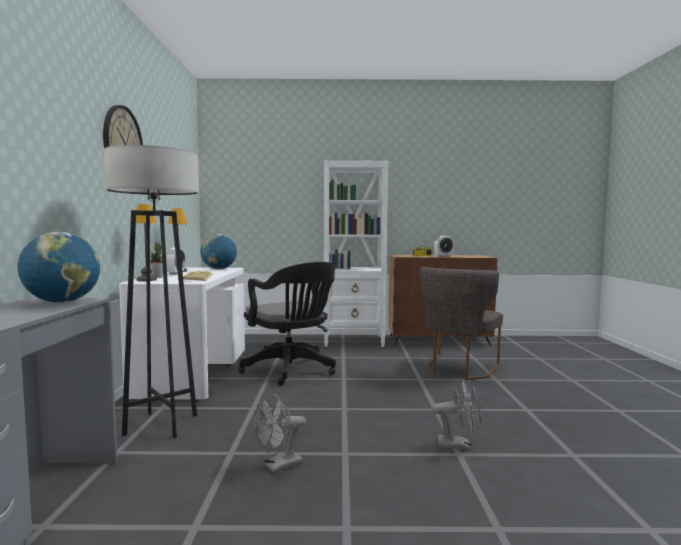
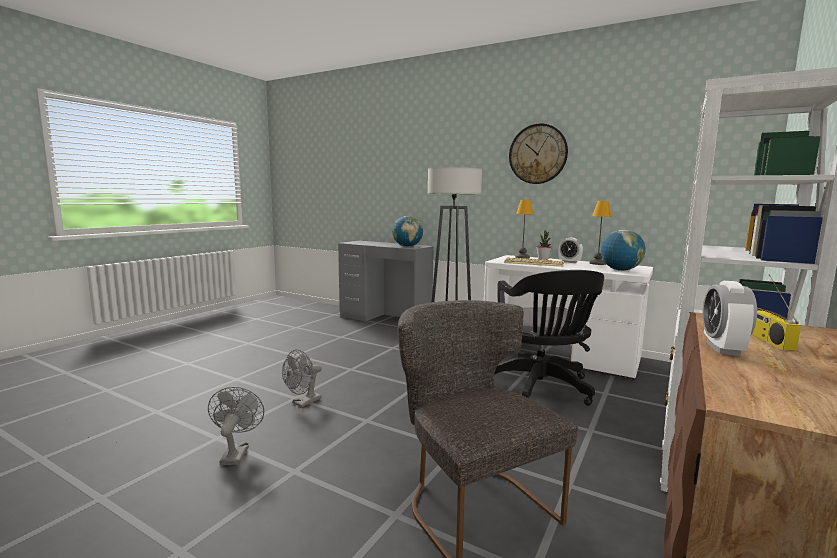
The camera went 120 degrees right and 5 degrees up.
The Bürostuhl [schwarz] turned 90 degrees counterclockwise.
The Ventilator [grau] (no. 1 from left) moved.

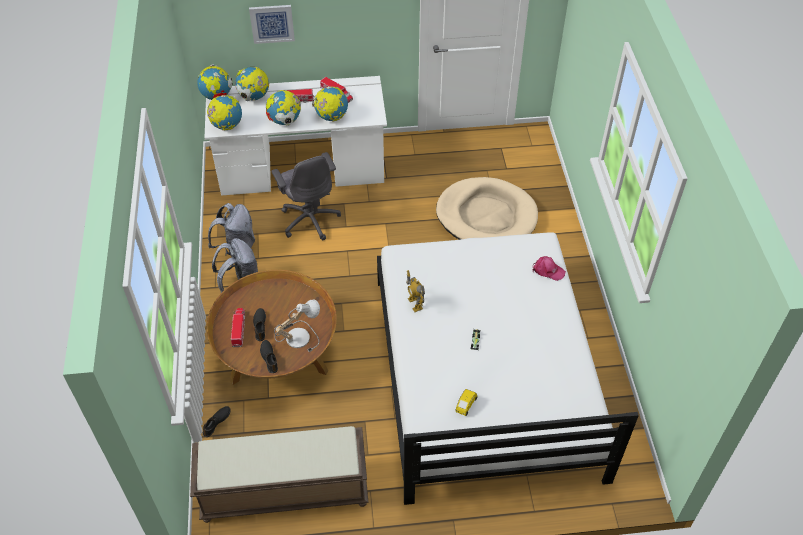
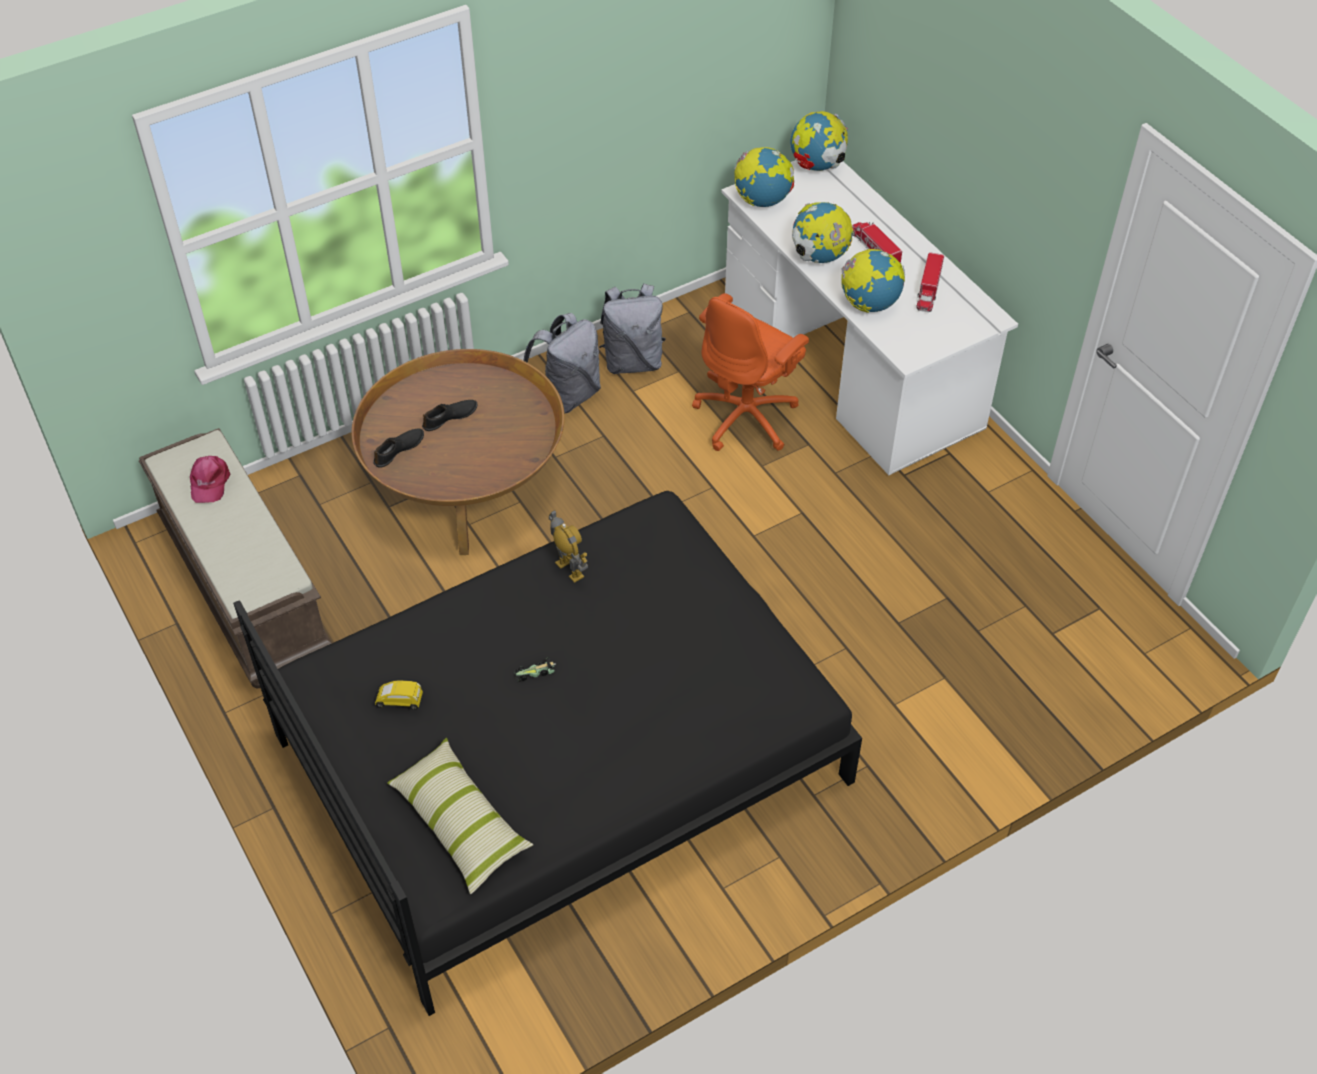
The camera went 65 degrees right and 0 degrees up.
The Bild disappeared.
The Globus (no. 3 from left) disappeared.
The Bürostuhl [grau] became the Bürostuhl [orange].
The Hundebett [beige] disappeared.
The Bett [weiß] became the Bett [schwarz].
The Kappe [rosa] moved.
The Spielzeugroboter turned 105 degrees clockwise.
The Tischlampe disappeared.
The Spielzeuglaster (no. 1 from left) disappeared.
The Schuh [schwarz] (no. 1 from left) disappeared.
The Kissen appeared.

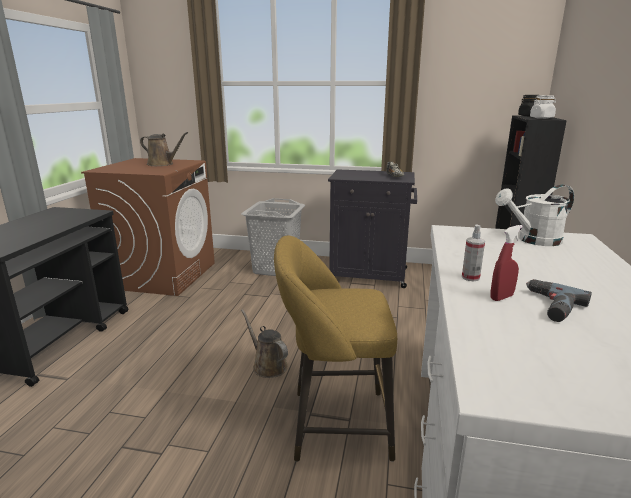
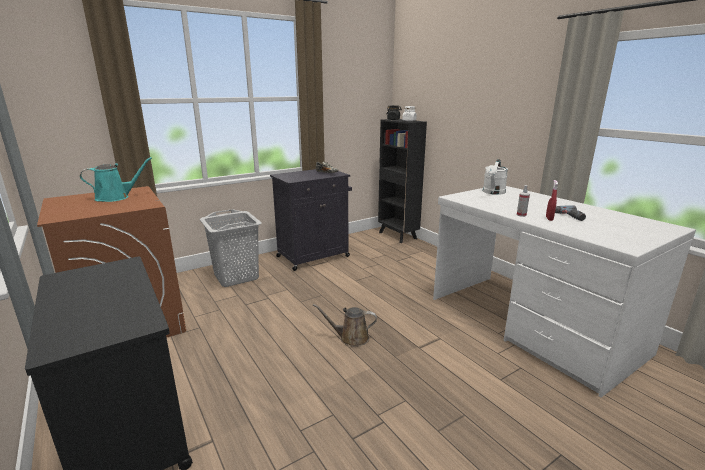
The camera went 45 degrees left and 0 degrees up.
The Gießkanne [braun] (no. 1 from left) became the Gießkanne [türkis].
The Hocker [gelb] disappeared.

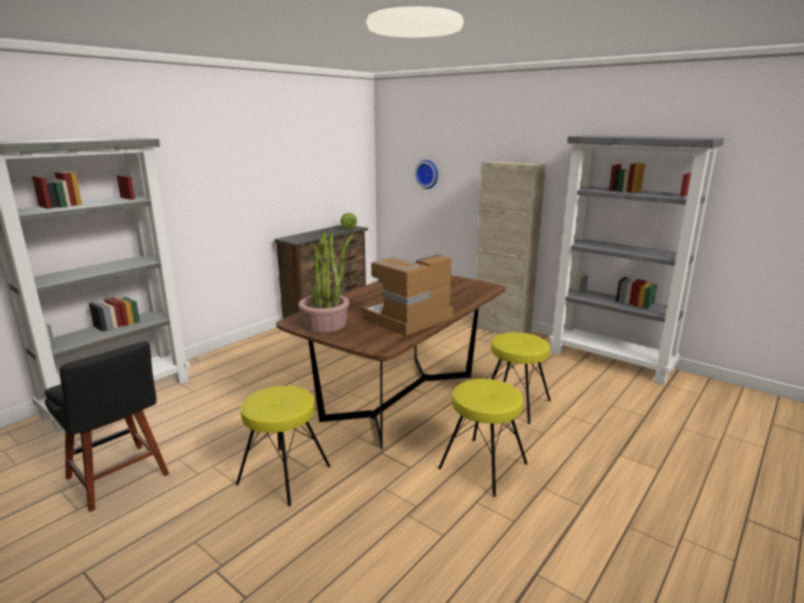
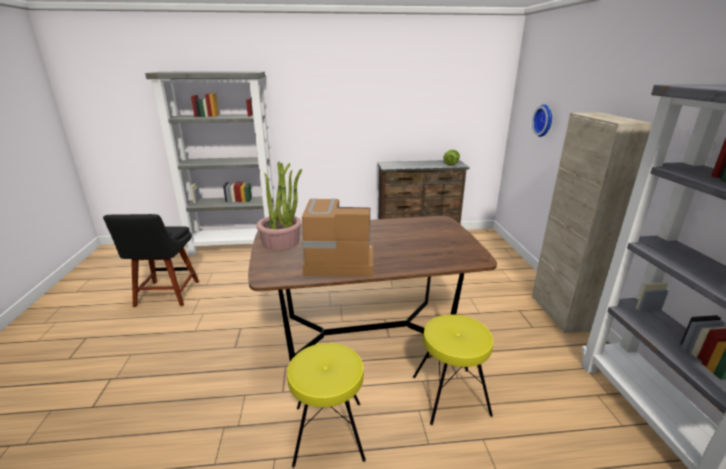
The camera went 45 degrees right and 5 degrees up.
The Hocker [gelb] (no. 1 from left) disappeared.

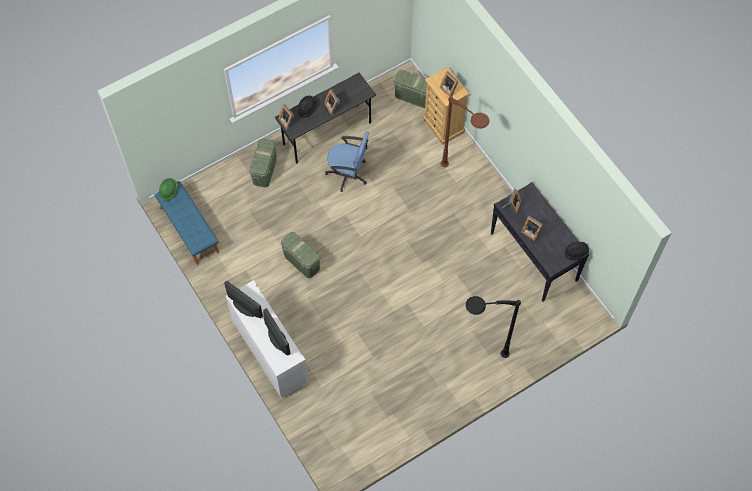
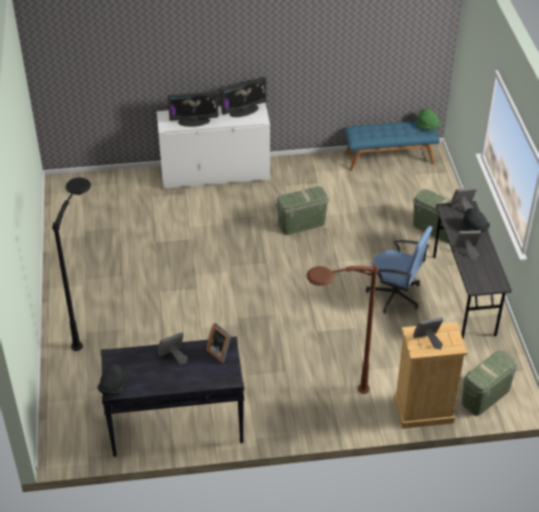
The camera went 115 degrees right and 20 degrees down.
The Bürostuhl [blau] turned 105 degrees counterclockwise.

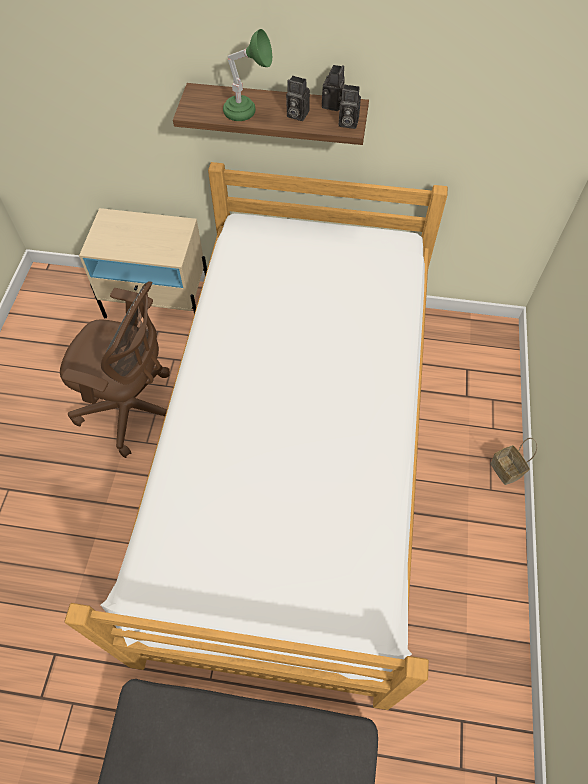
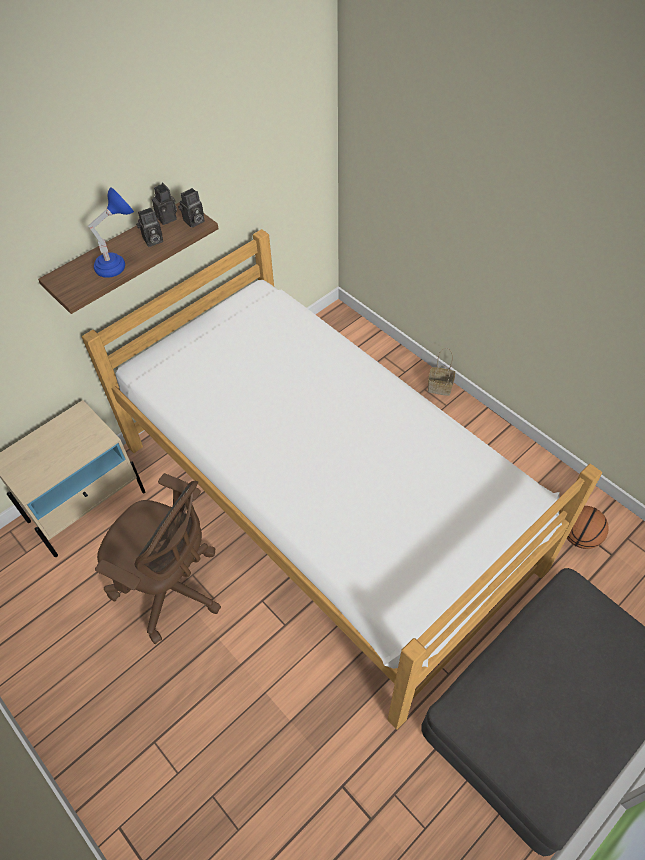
The camera went 50 degrees left and 5 degrees down.
The Tischlampe [grün] became the Tischlampe [blau].
The Bürostuhl [braun] turned 60 degrees clockwise.
The Basketball appeared.

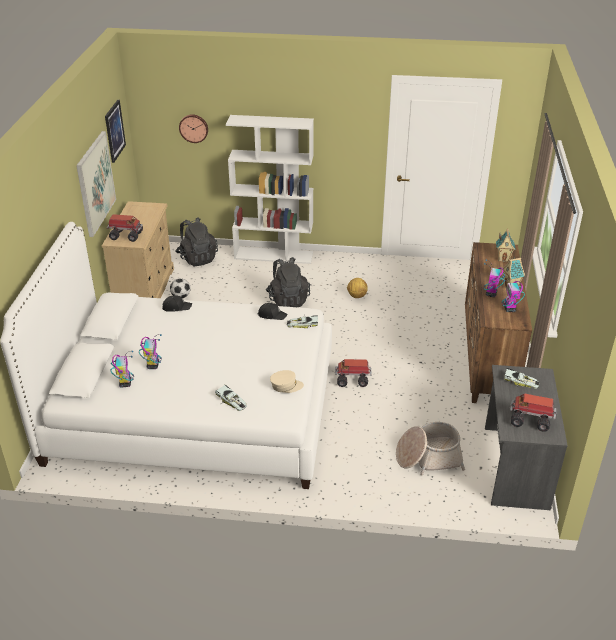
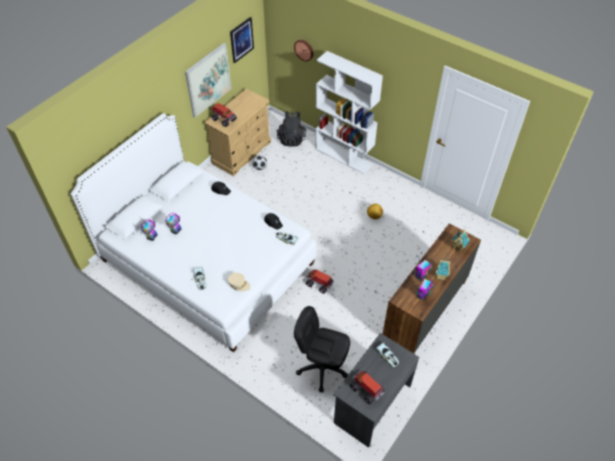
The camera went 30 degrees right and 15 degrees up.
The Rucksack [schwarz] (no. 2 from left) disappeared.
The Korb was replaced by the Bürostuhl [schwarz].

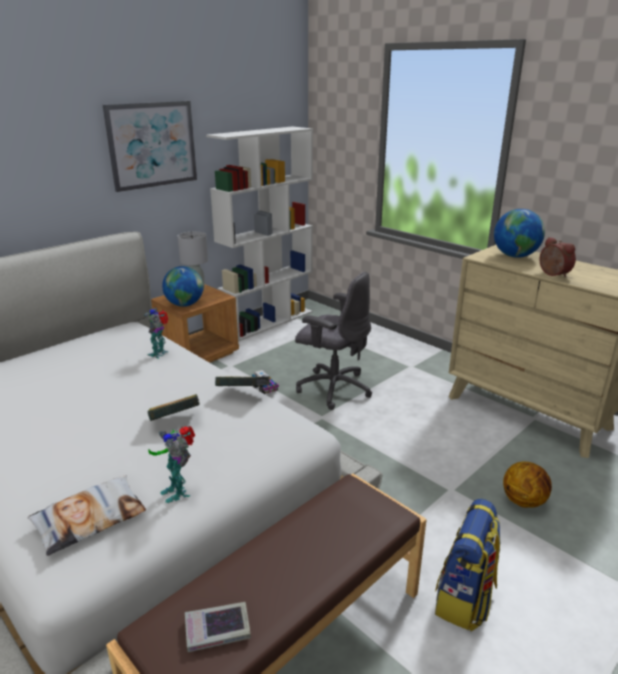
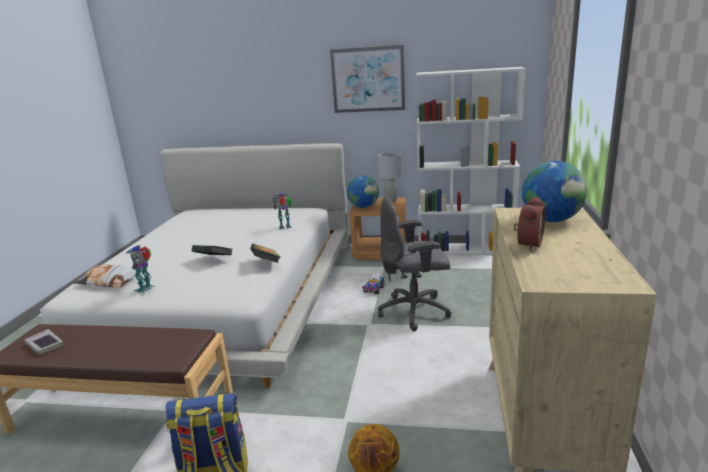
The camera went 55 degrees right and 5 degrees down.
The Bürostuhl [grau] turned 90 degrees clockwise.

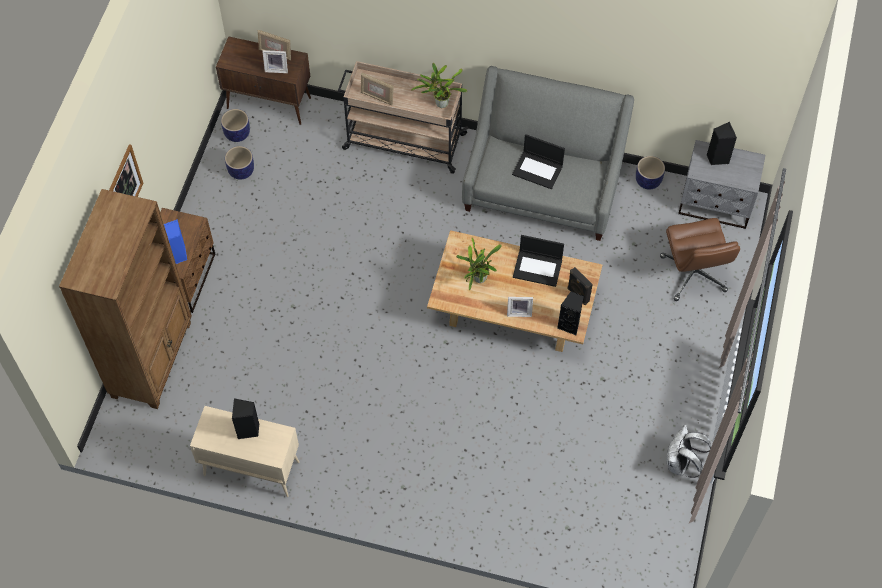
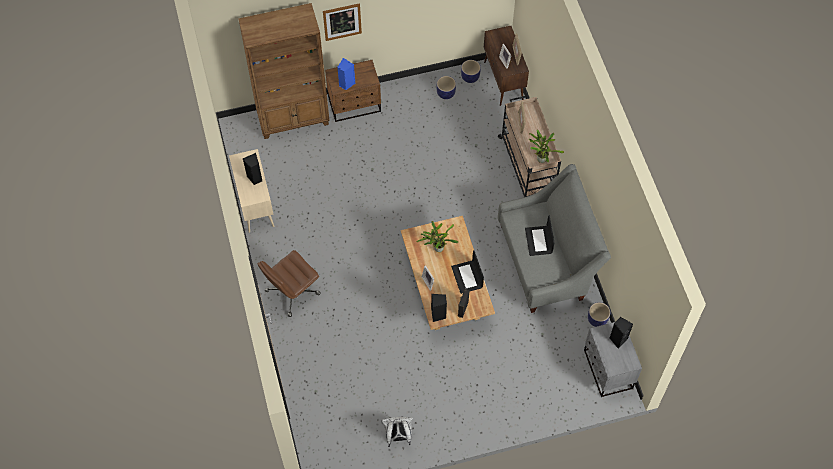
The camera went 60 degrees right and 0 degrees up.
The Bürostuhl [braun] moved.

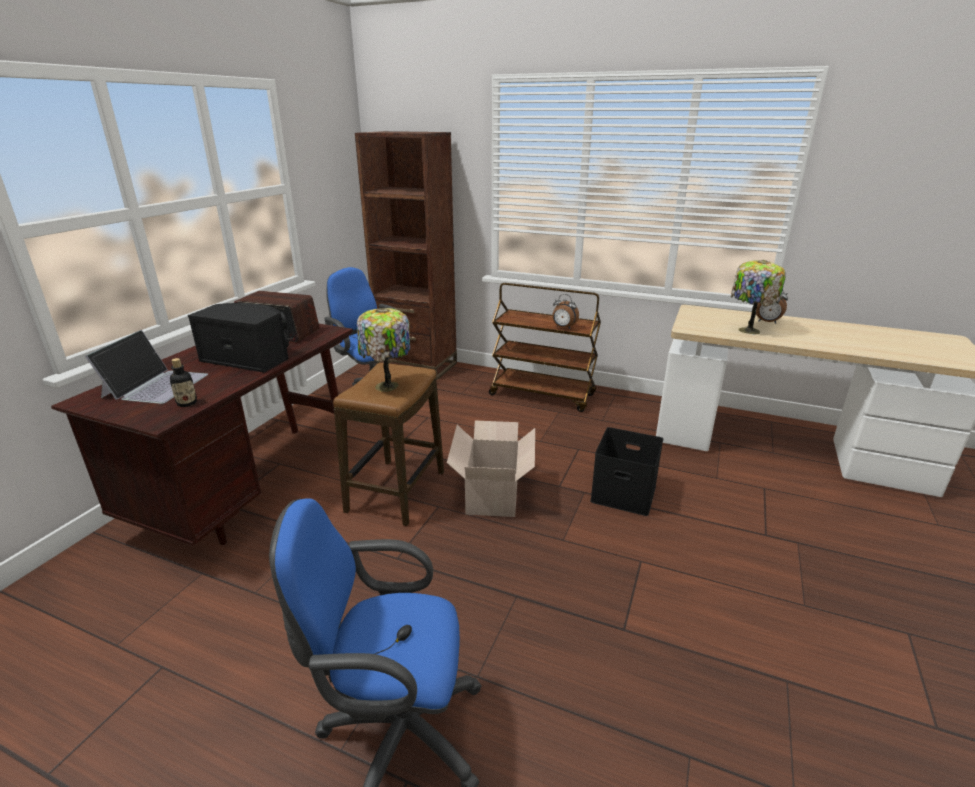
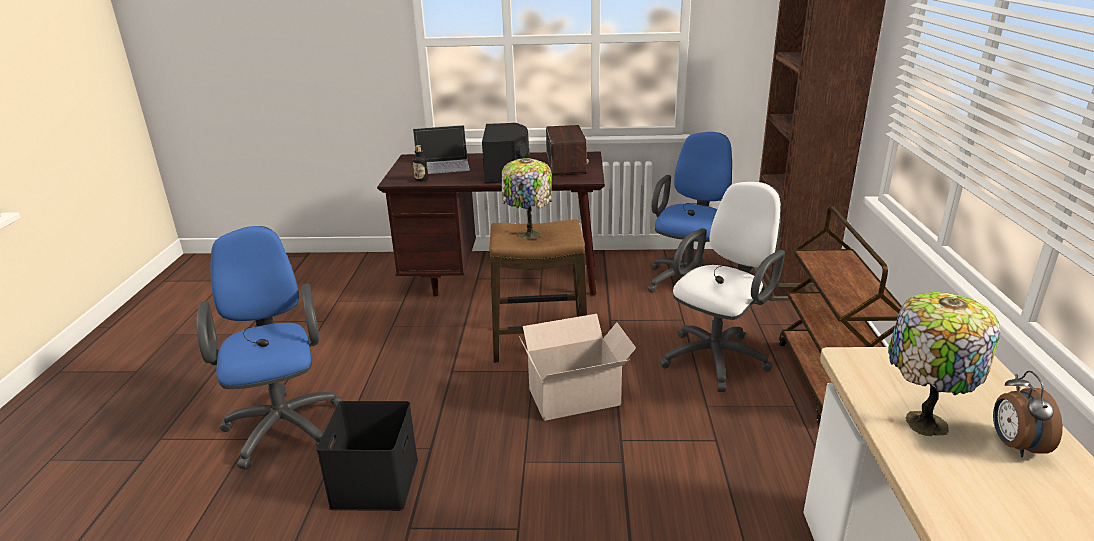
The camera went 70 degrees right and 0 degrees up.
The Wecker (no. 1 from left) disappeared.
The Aufbewahrungsbox [schwarz] moved.
The Bürostuhl [weiß] appeared.

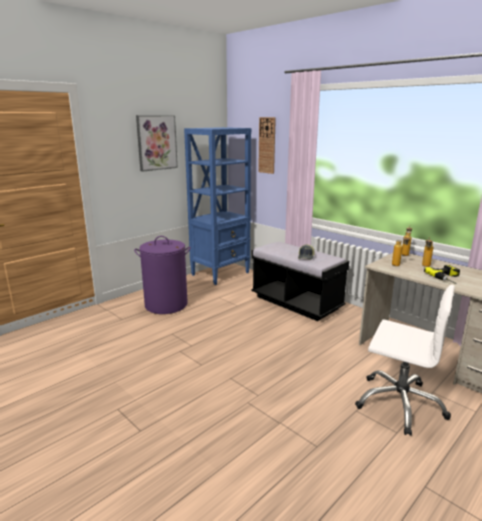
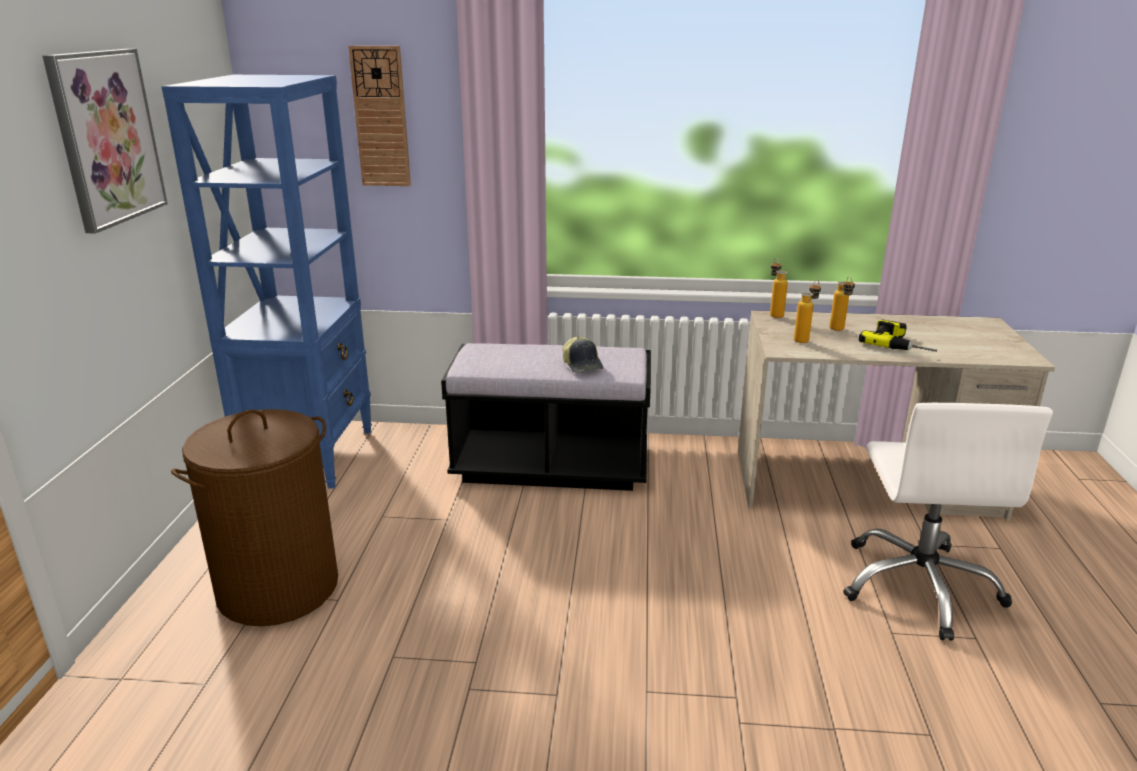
The camera went 40 degrees left and 5 degrees up.
The Wäschekorb [lila] became the Wäschekorb [braun].
The Bürostuhl [weiß] turned 105 degrees clockwise.

